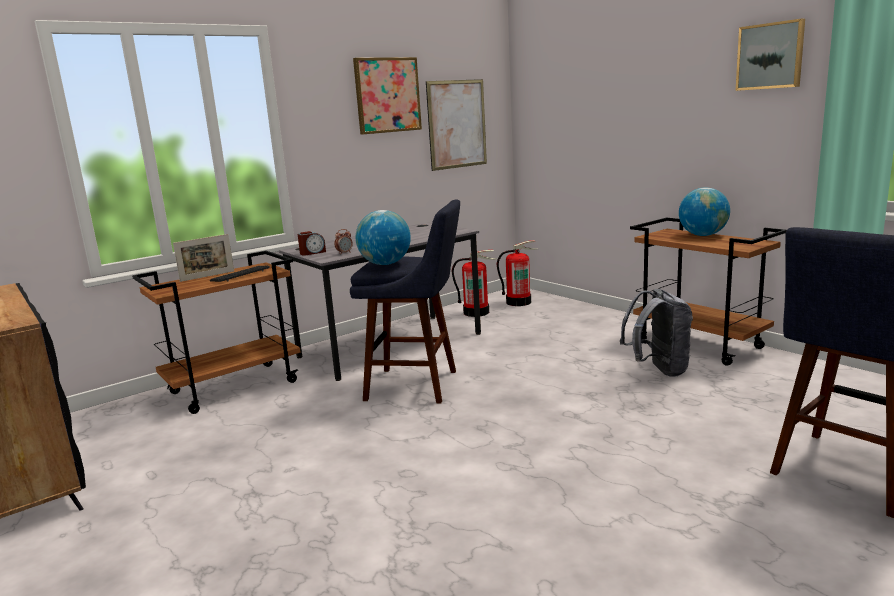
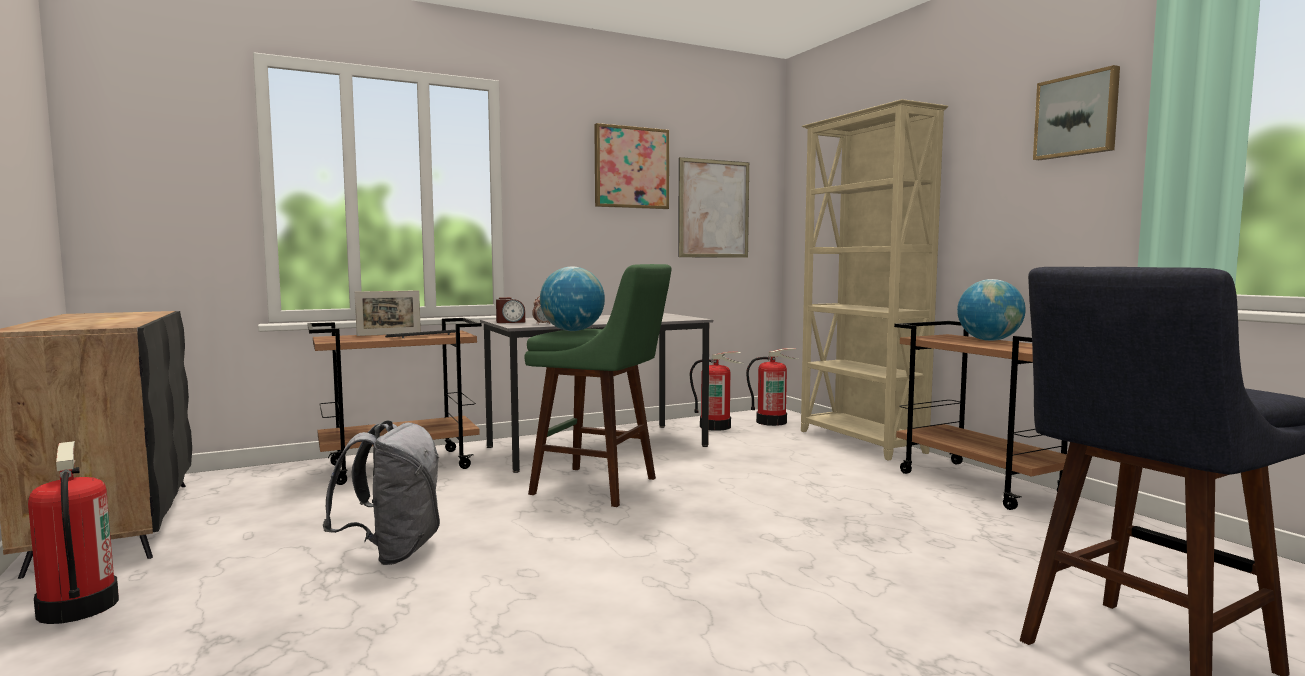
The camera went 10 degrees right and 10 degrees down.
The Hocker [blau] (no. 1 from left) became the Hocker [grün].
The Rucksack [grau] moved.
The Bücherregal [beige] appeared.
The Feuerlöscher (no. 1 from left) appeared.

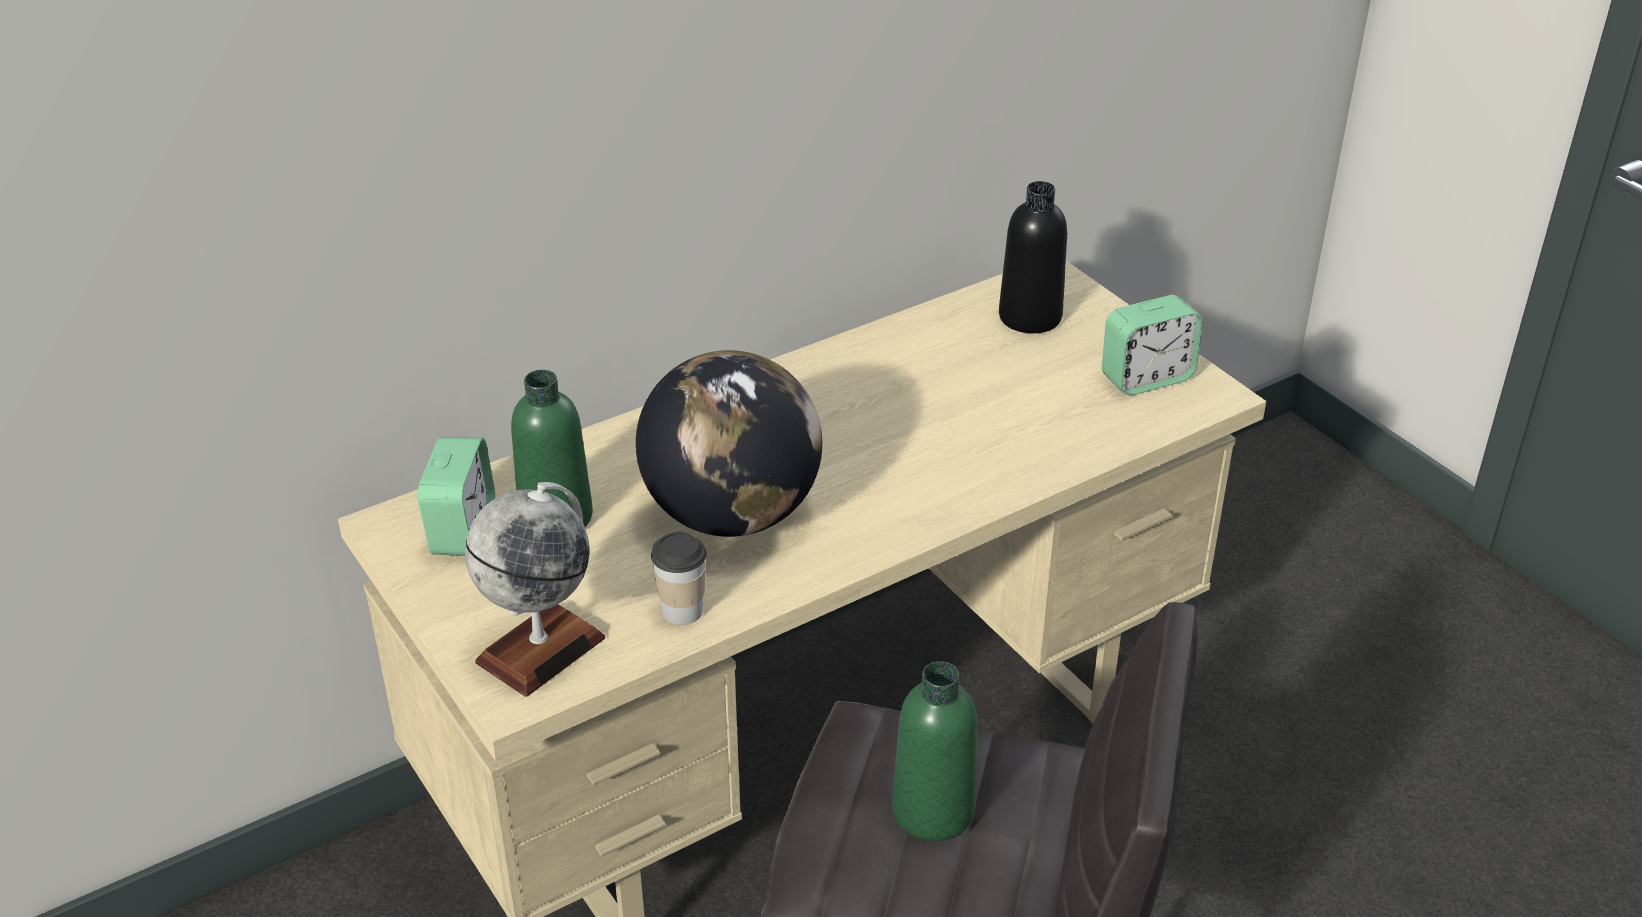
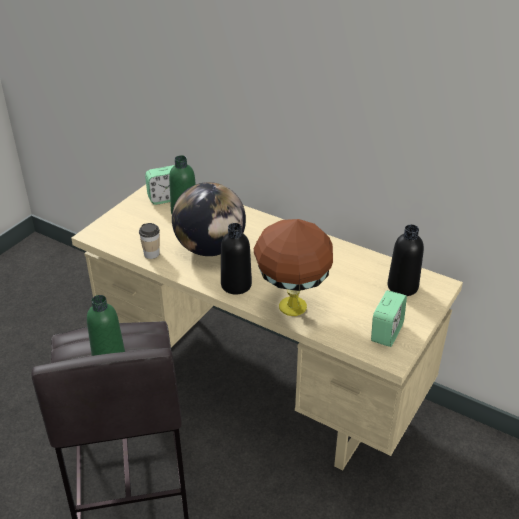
The camera went 65 degrees right and 0 degrees up.
The Wecker (no. 2 from left) turned 105 degrees counterclockwise.
The Globus (no. 1 from left) disappeared.
The Tischlampe [braun] appeared.
The Flasche [schwarz] (no. 1 from left) appeared.

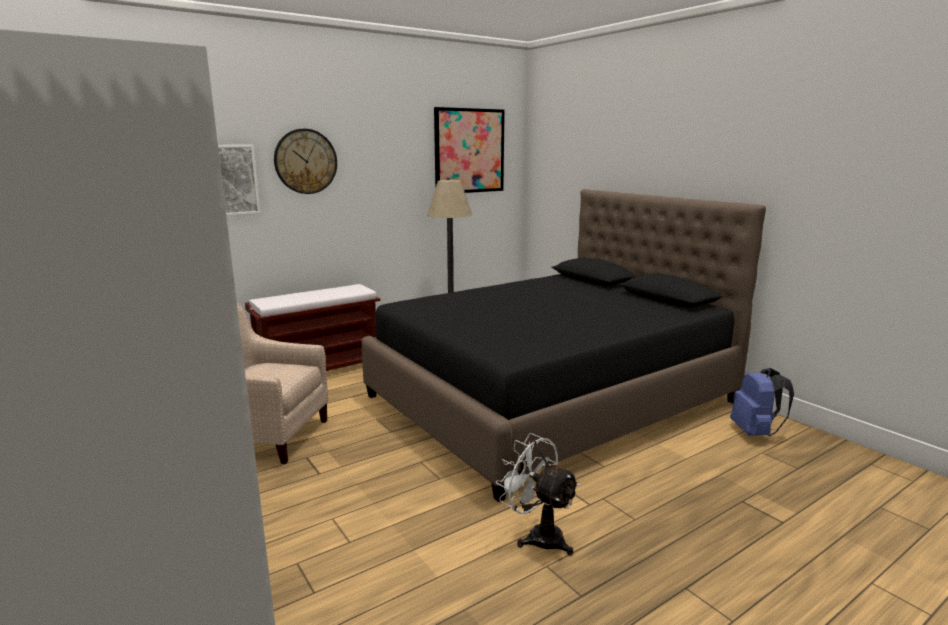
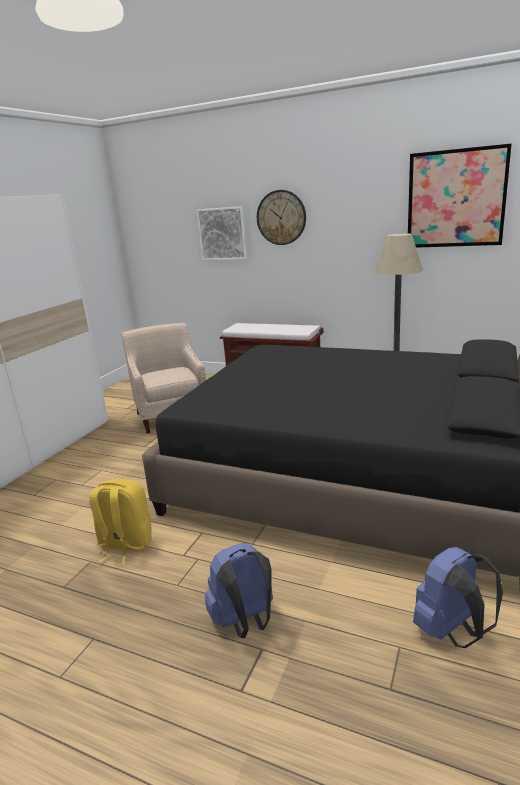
The camera went 60 degrees right and 5 degrees up.
The Ventilator [weiß] was replaced by the Rucksack [gelb].
The Rucksack [blau] (no. 1 from left) appeared.

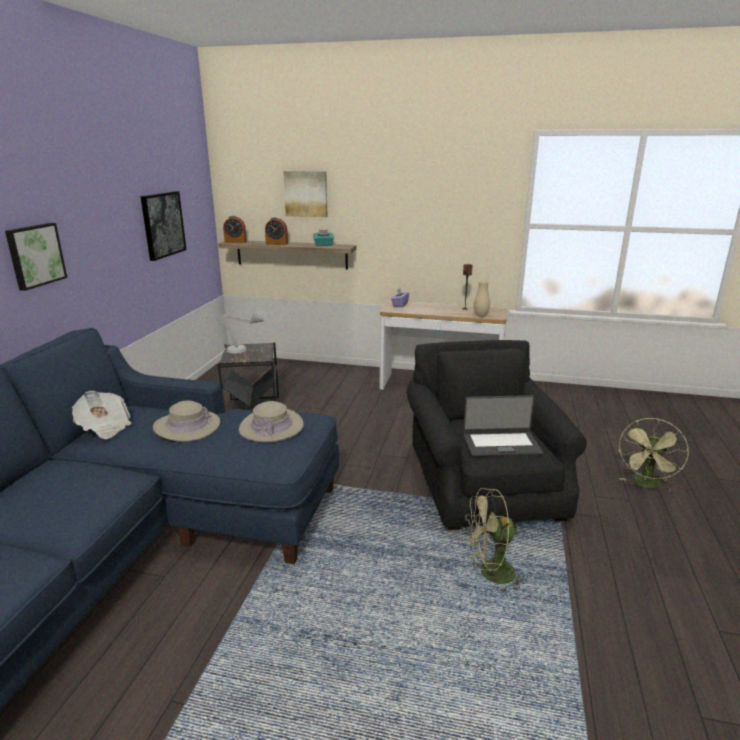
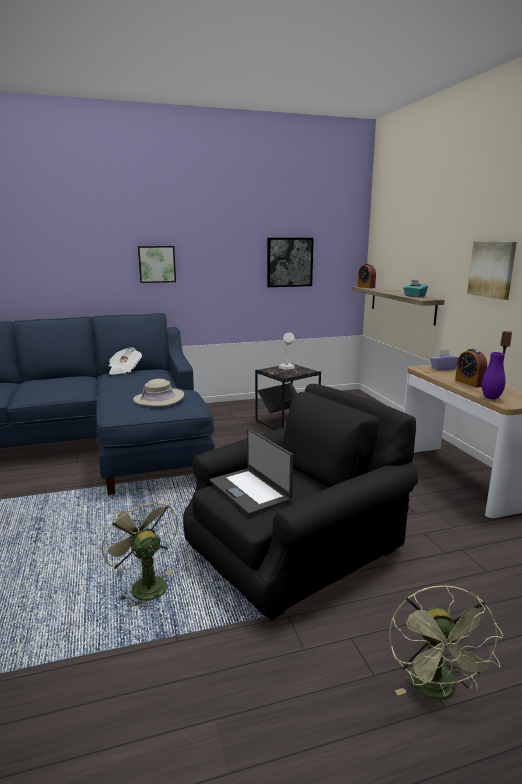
The camera went 60 degrees right and 5 degrees down.
The Bild (no. 3 from left) moved.
The Wecker (no. 2 from left) moved.
The Vase [beige] became the Vase [lila].
The Hut [beige] (no. 1 from left) disappeared.
The Ventilator [grün] (no. 2 from left) turned 90 degrees counterclockwise.

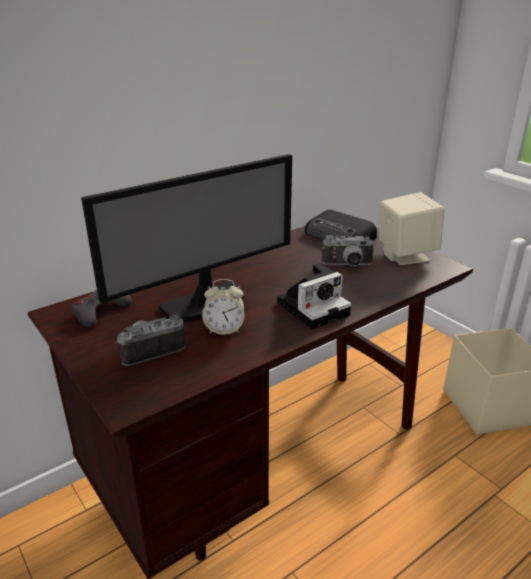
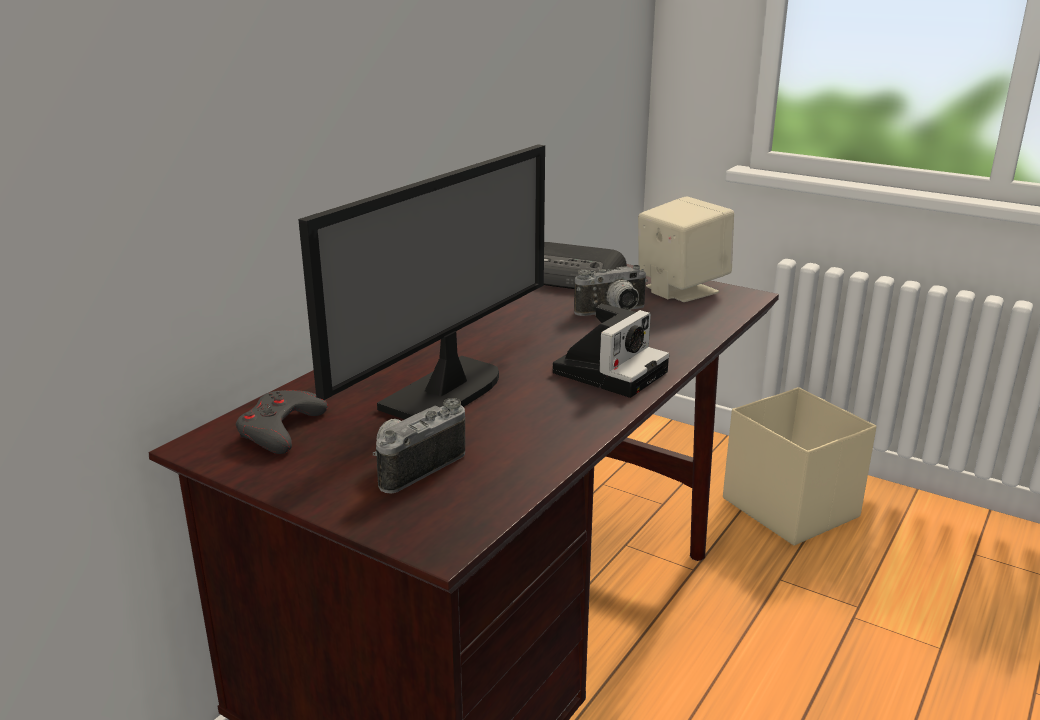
The camera went 20 degrees left and 5 degrees down.
The Wecker disappeared.

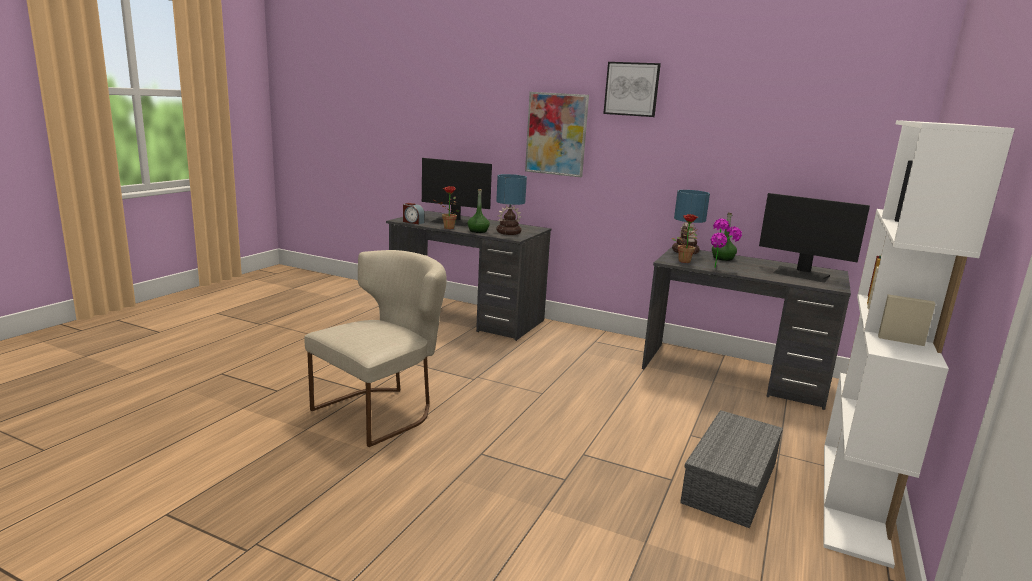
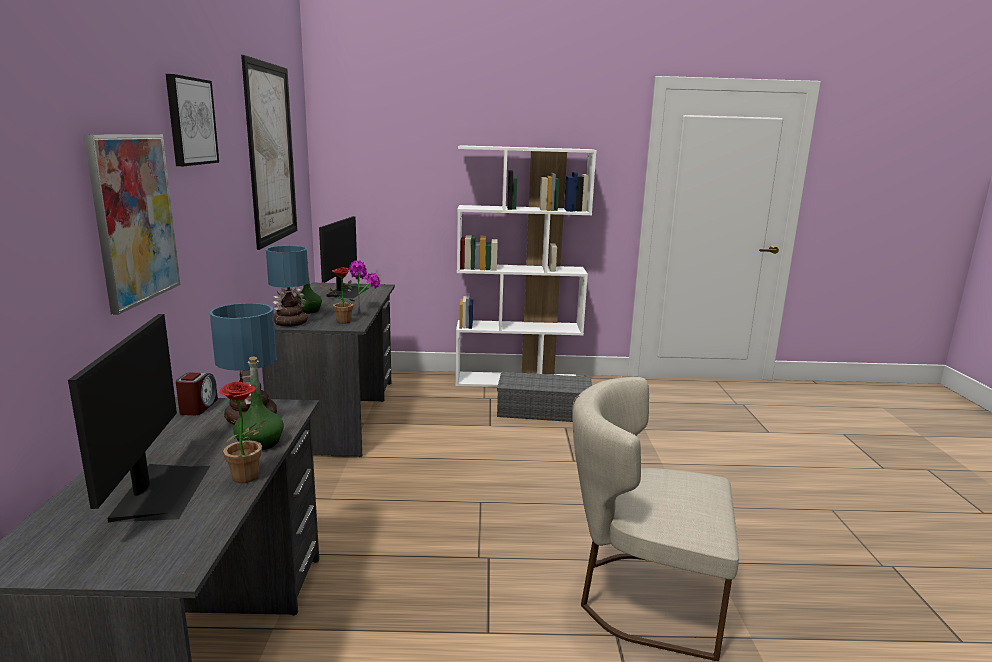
The camera went 115 degrees left and 0 degrees up.
The Wecker moved.
The Bild (no. 3 from left) appeared.

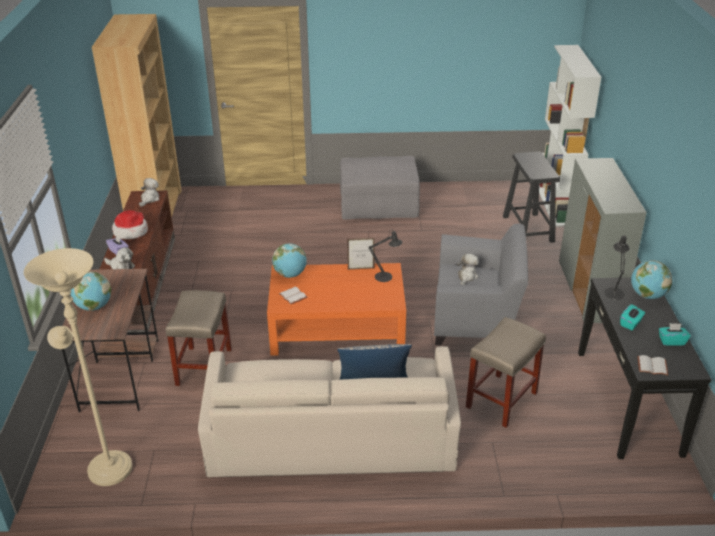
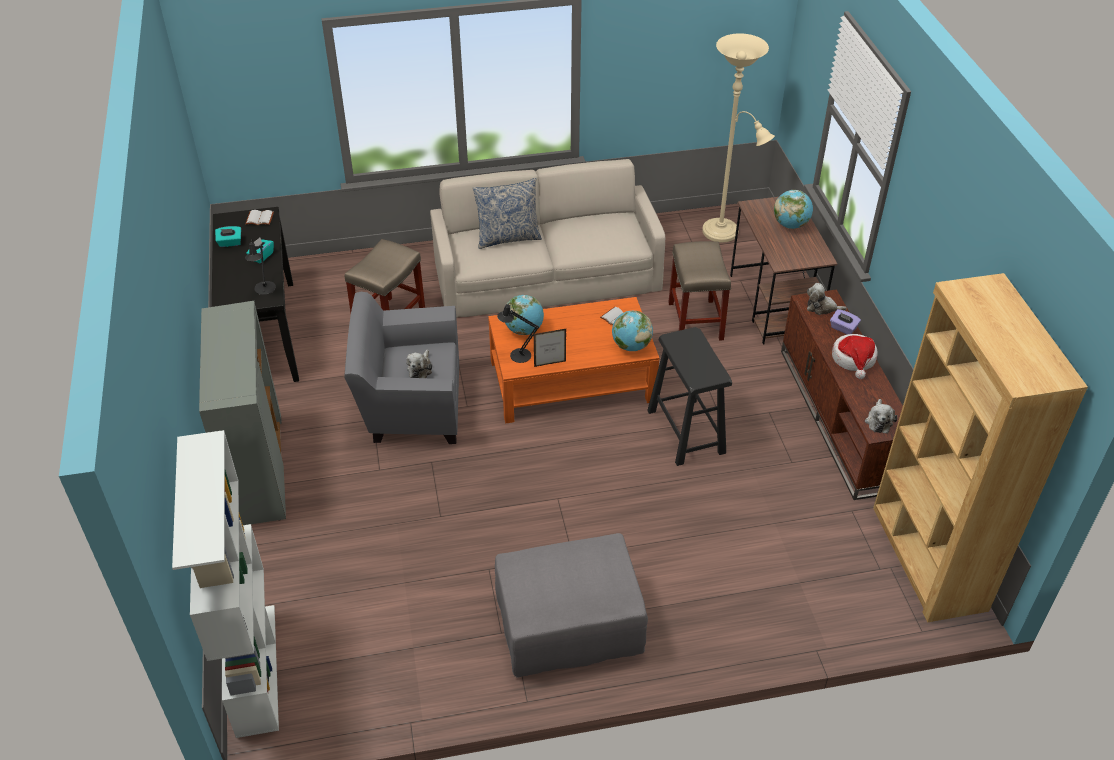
The camera went 170 degrees right and 10 degrees up.
The Hocker [schwarz] moved.
The Globus (no. 3 from left in the first image) moved.

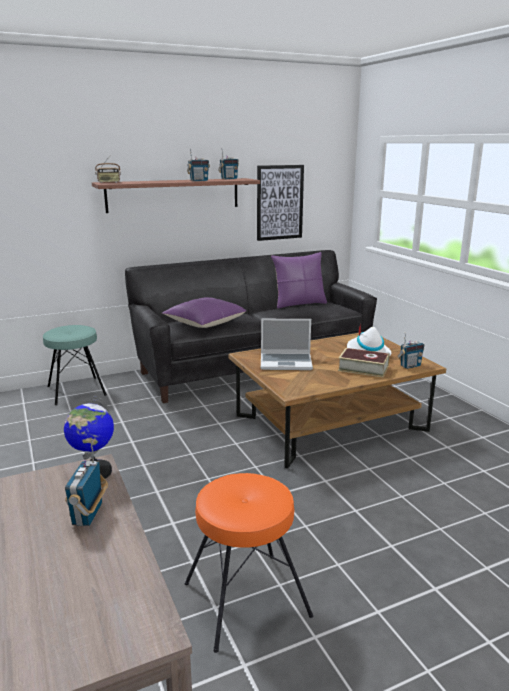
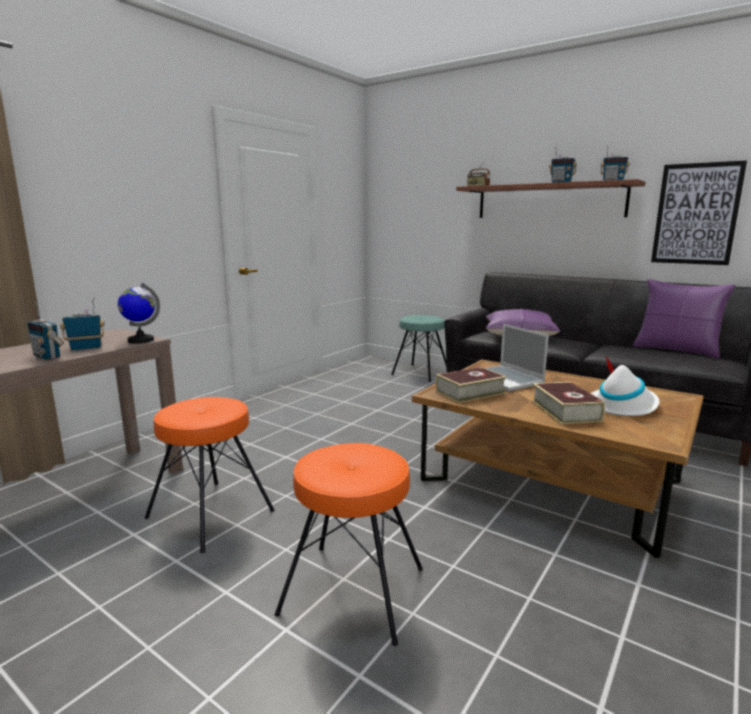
The camera went 60 degrees right and 5 degrees down.
The Radio (no. 5 from left in the first image) moved.
The Buch (no. 1 from left) appeared.
The Hocker [orange] (no. 2 from left) appeared.

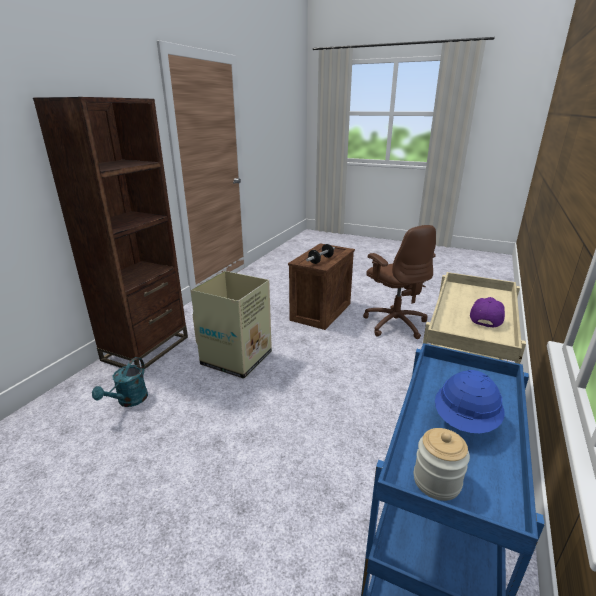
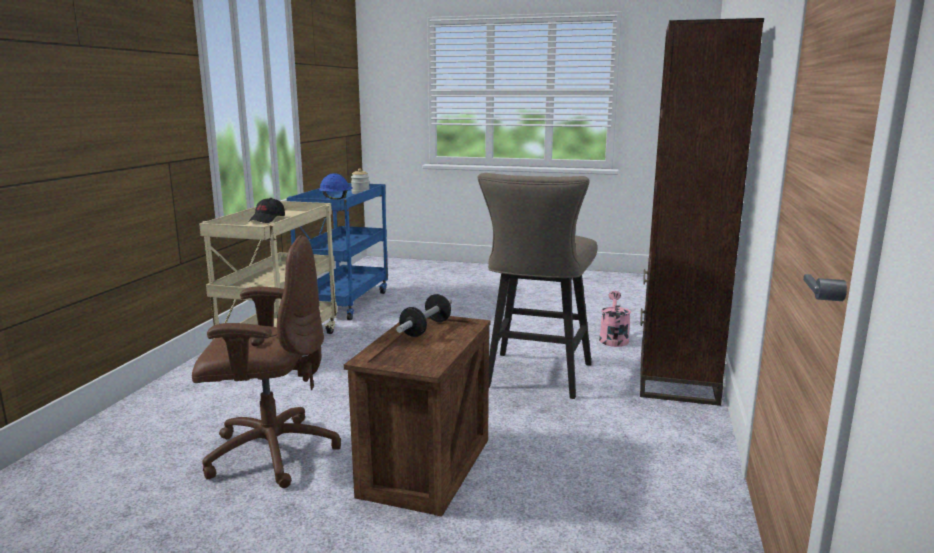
The camera went 170 degrees right and 10 degrees down.
The Bürostuhl [braun] turned 120 degrees clockwise.
The Karton was replaced by the Hocker [beige].
The Kappe [lila] became the Kappe [schwarz].
The Gießkanne [türkis] became the Gießkanne [rosa].

